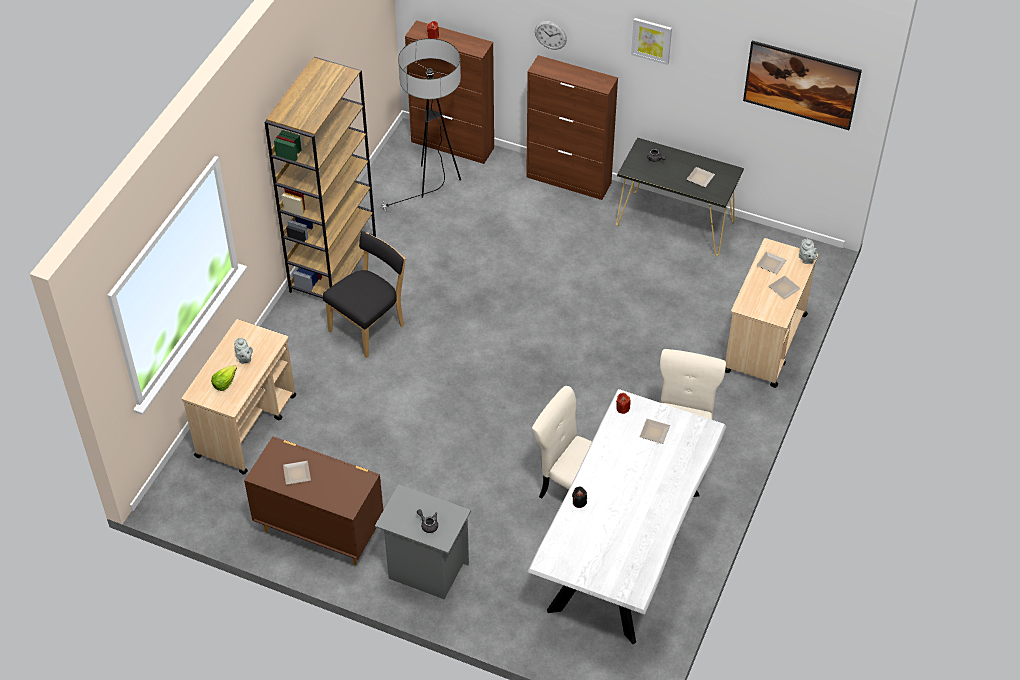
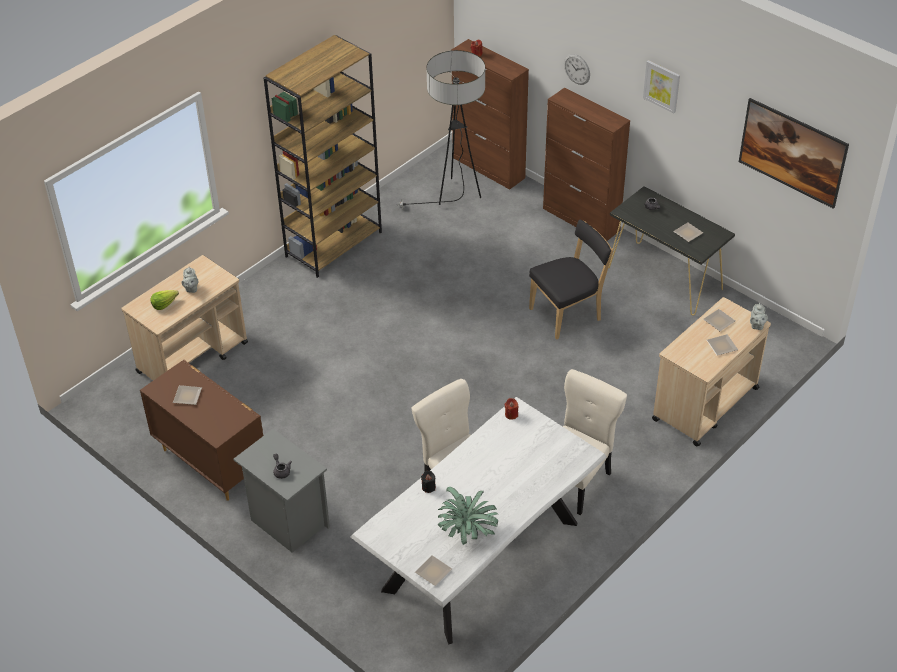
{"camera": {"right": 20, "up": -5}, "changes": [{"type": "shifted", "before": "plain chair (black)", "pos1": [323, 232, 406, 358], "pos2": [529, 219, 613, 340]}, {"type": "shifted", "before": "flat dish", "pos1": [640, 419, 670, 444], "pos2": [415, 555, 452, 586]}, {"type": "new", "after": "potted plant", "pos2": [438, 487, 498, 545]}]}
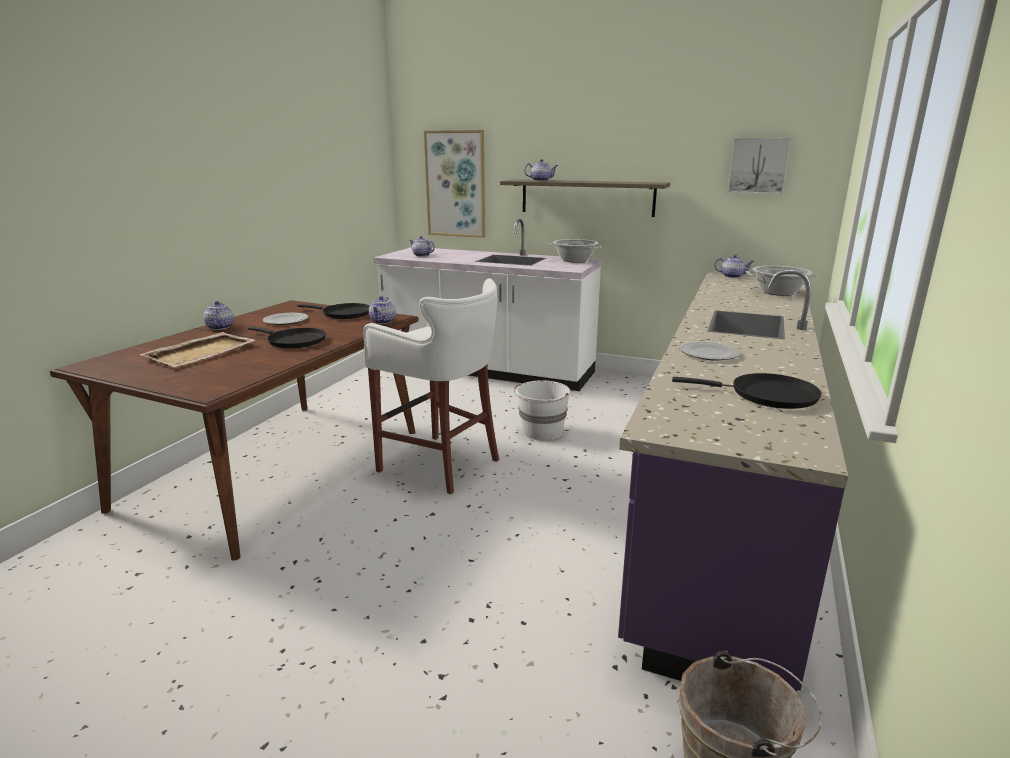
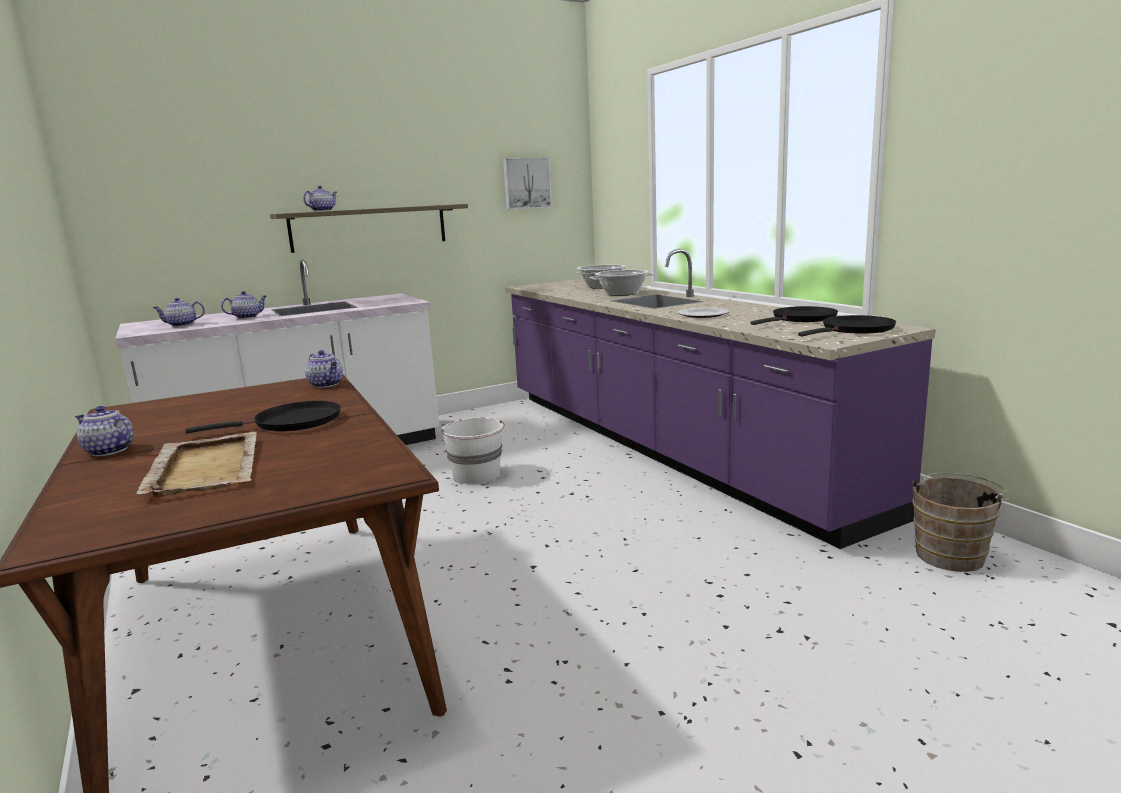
{"camera": {"right": -50, "up": -5}, "changes": [{"type": "gone", "before": "flat dish", "pos1": [263, 313, 308, 325]}, {"type": "shifted", "before": "skillet (black)", "pos1": [297, 303, 370, 319], "pos2": [798, 315, 896, 337]}, {"type": "gone", "before": "stool (white-coloured)", "pos1": [363, 278, 499, 495]}, {"type": "gone", "before": "wall art", "pos1": [424, 130, 485, 238]}, {"type": "shifted", "before": "stockpot", "pos1": [549, 239, 602, 263], "pos2": [590, 270, 654, 296]}, {"type": "shifted", "before": "tea pot", "pos1": [714, 255, 754, 278], "pos2": [221, 291, 267, 319]}]}
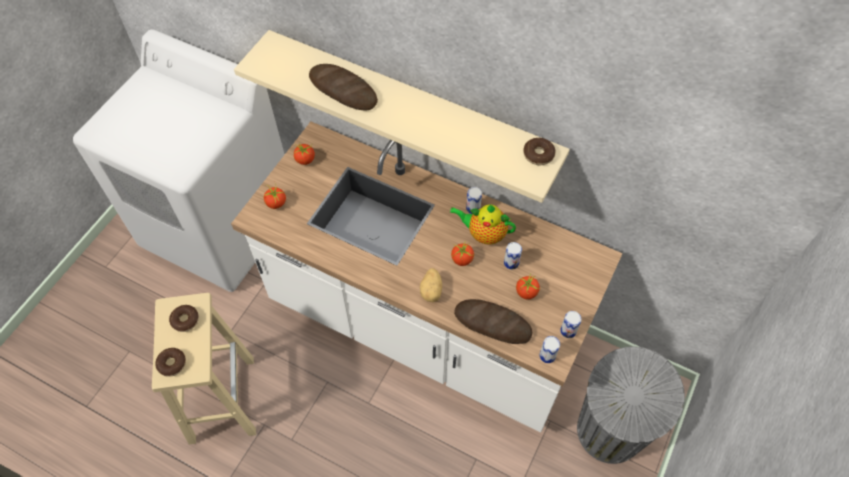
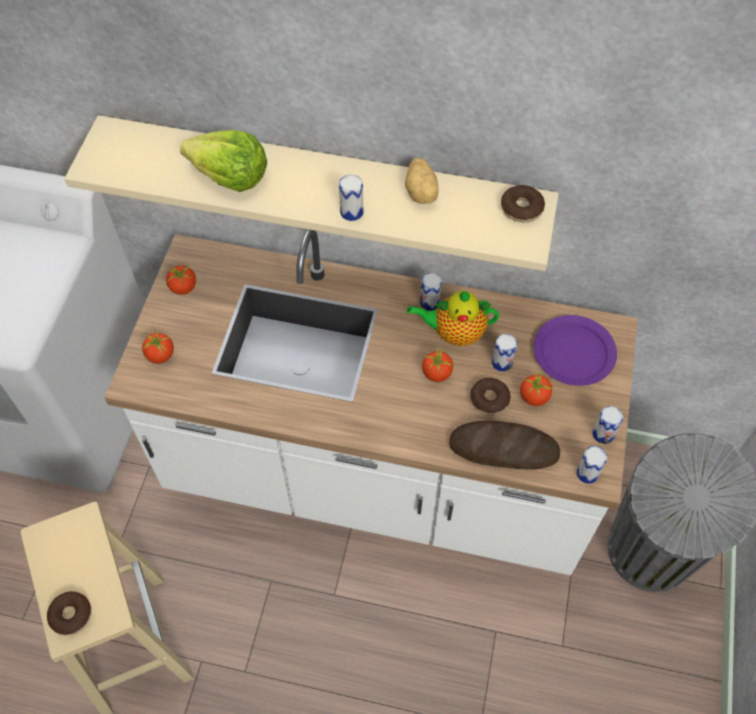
{"camera": {"right": -15, "up": 0}, "changes": [{"type": "shifted", "before": "doughnut", "pos1": [169, 305, 199, 332], "pos2": [470, 378, 511, 415]}, {"type": "swapped", "before": "bakery bread", "after": "head of lettuce", "pos1": [309, 64, 378, 110], "pos2": [180, 130, 267, 192]}, {"type": "shifted", "before": "whole potato", "pos1": [420, 268, 442, 302], "pos2": [405, 158, 439, 204]}, {"type": "new", "after": "metal can", "pos2": [339, 174, 363, 221]}, {"type": "new", "after": "flat dish (purple)", "pos2": [533, 315, 617, 386]}]}
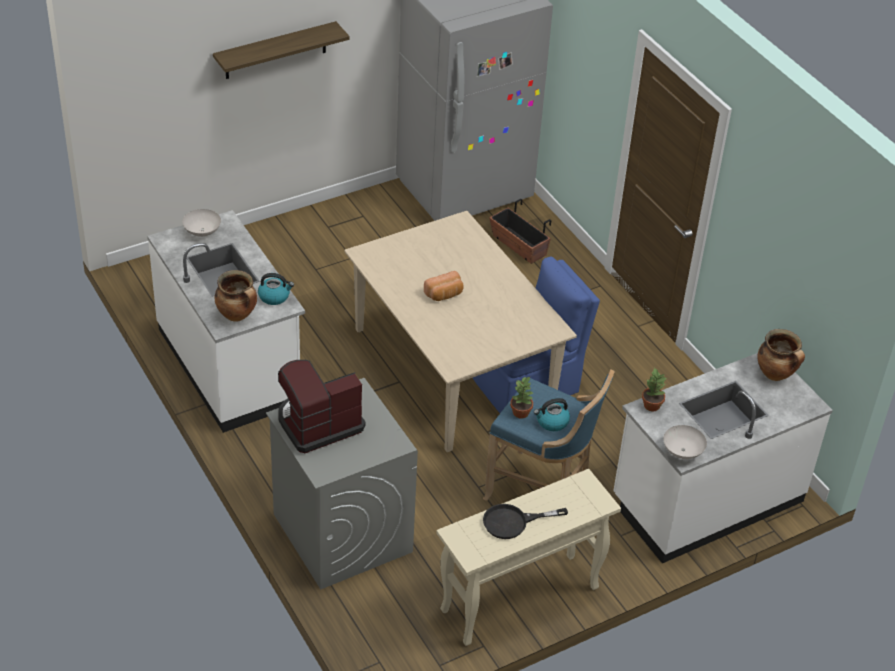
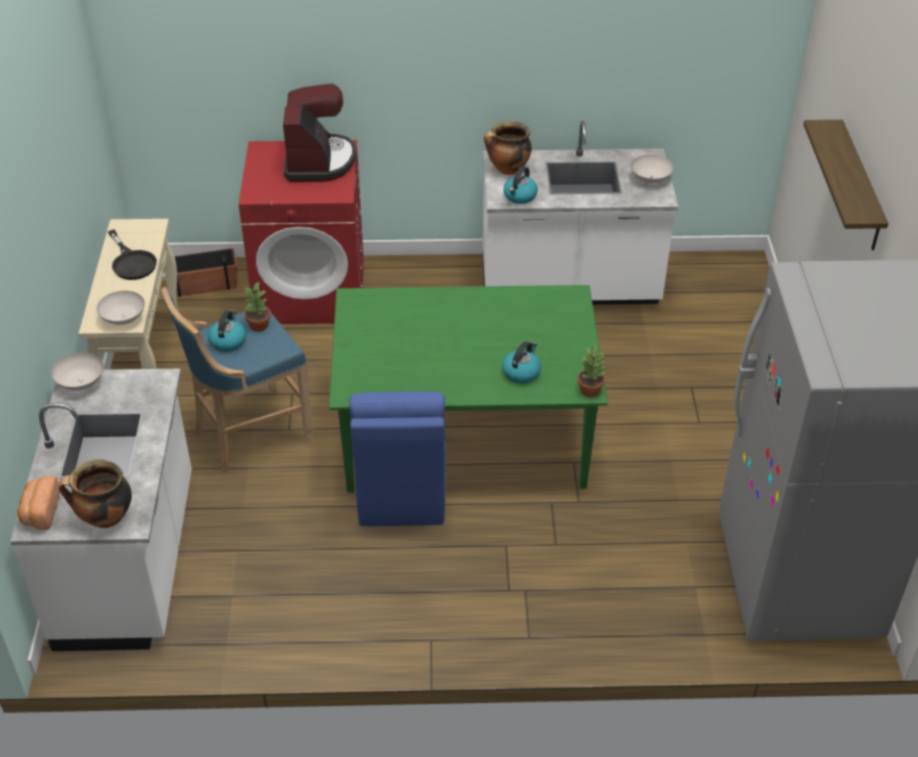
{"camera": {"right": 120, "up": 0}, "changes": [{"type": "repainted", "before": "laundry appliance (gray)", "after": "laundry appliance (reddish)", "pos1": [266, 378, 418, 590], "pos2": [239, 140, 364, 324]}, {"type": "repainted", "before": "dining table (sand-coloured)", "after": "dining table (greenish)", "pos1": [344, 211, 577, 452], "pos2": [329, 285, 608, 493]}, {"type": "shifted", "before": "bakery bread", "pos1": [424, 271, 464, 301], "pos2": [17, 476, 60, 530]}, {"type": "rotated", "before": "skillet (black)", "pos1": [483, 504, 568, 539], "pos2": [108, 229, 157, 280], "turn": 135}, {"type": "shifted", "before": "flower pot", "pos1": [489, 199, 551, 264], "pos2": [174, 248, 237, 297]}, {"type": "shifted", "before": "potted plant", "pos1": [642, 368, 667, 411], "pos2": [578, 344, 605, 397]}, {"type": "new", "after": "serving bowl (white-coloured)", "pos2": [97, 291, 145, 325]}, {"type": "new", "after": "kettle", "pos2": [502, 342, 541, 384]}]}
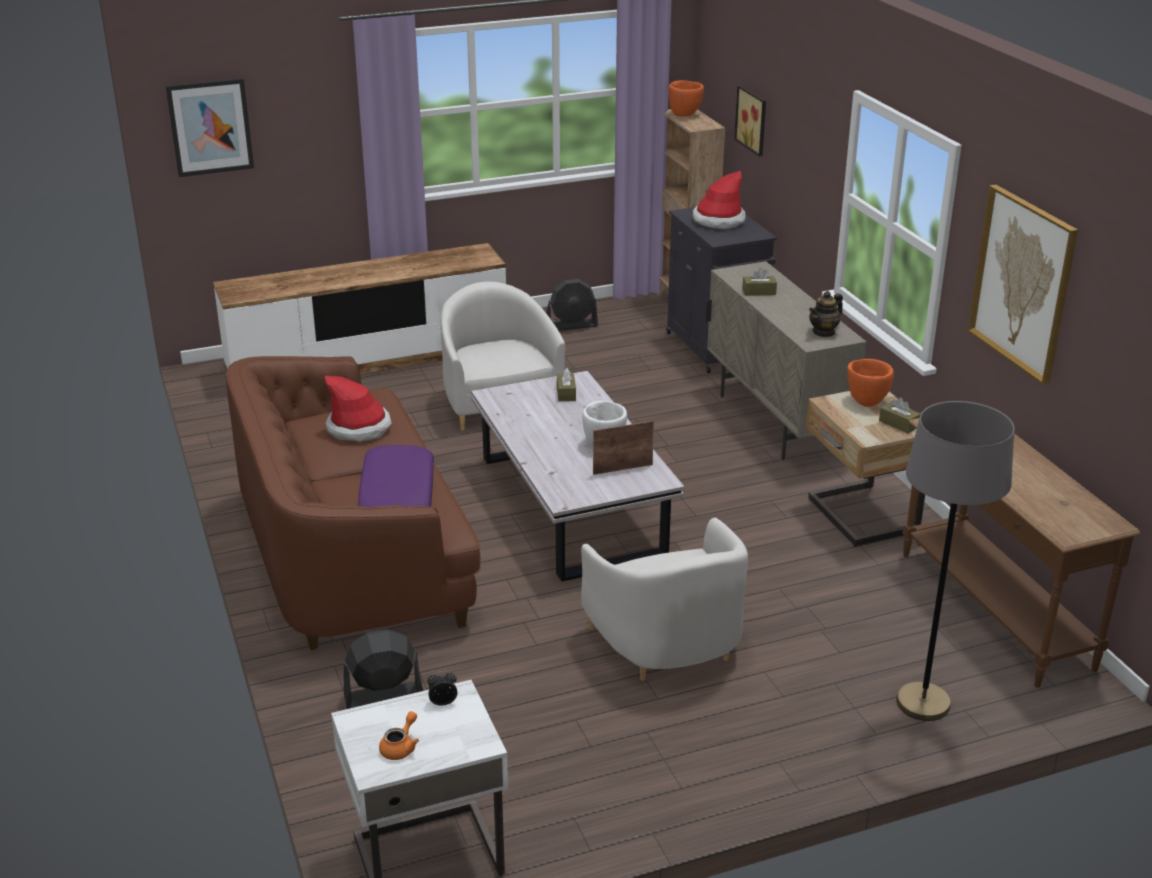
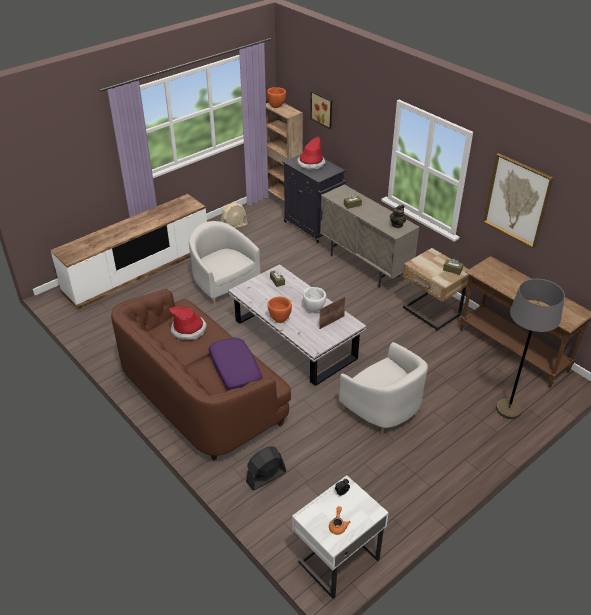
{"camera": {"right": -20, "up": 10}, "changes": [{"type": "gone", "before": "wall art", "pos1": [165, 78, 254, 177]}, {"type": "repainted", "before": "fan (black)", "after": "fan (sand-coloured)", "pos1": [546, 279, 598, 331], "pos2": [221, 203, 248, 229]}, {"type": "shifted", "before": "serving bowl (orange)", "pos1": [847, 359, 894, 407], "pos2": [267, 297, 292, 323]}]}
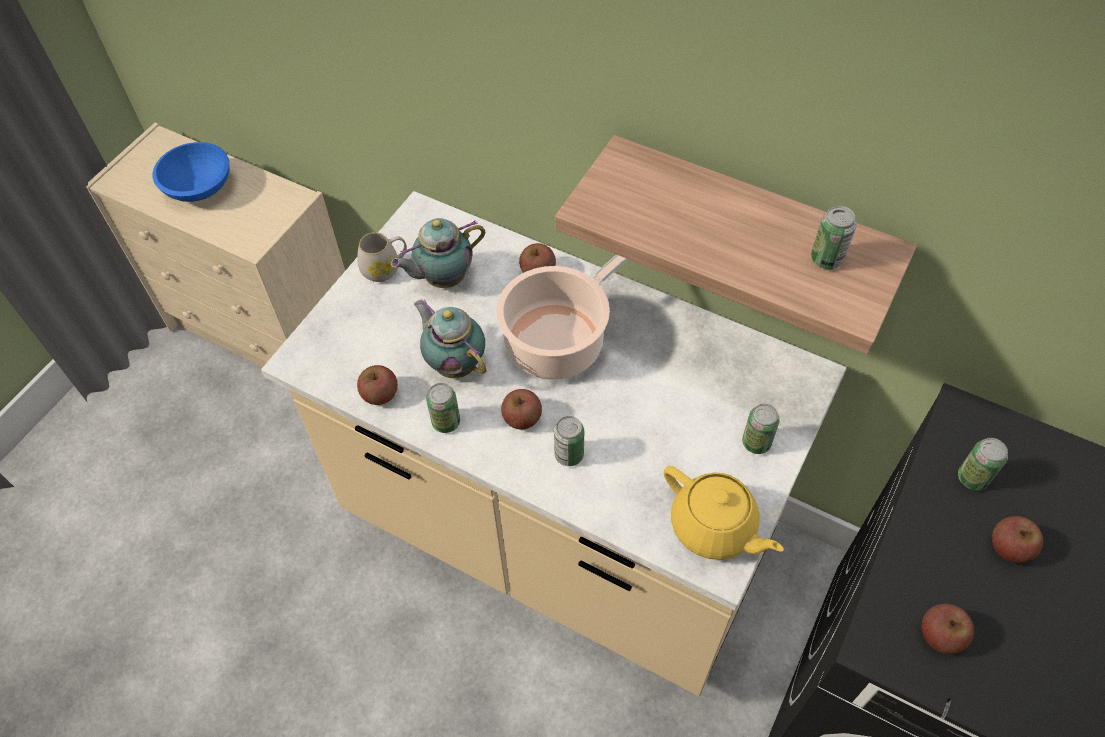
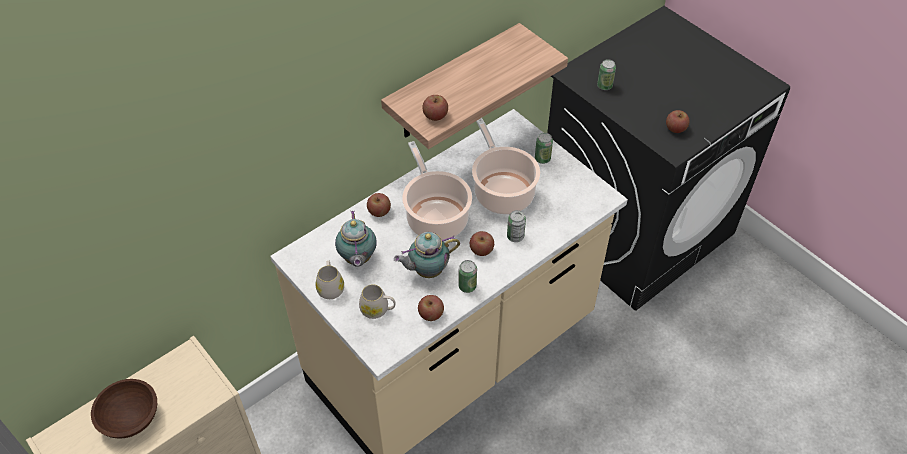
{"camera": {"right": -70, "up": -5}, "changes": [{"type": "repainted", "before": "serving bowl (blue-coloured)", "after": "serving bowl (brownish)", "pos1": [153, 142, 230, 202], "pos2": [91, 379, 157, 439]}, {"type": "gone", "before": "tea pot (yellow-coloured)", "pos1": [664, 466, 784, 560]}, {"type": "gone", "before": "metal can", "pos1": [811, 206, 857, 269]}, {"type": "shifted", "before": "apple", "pos1": [992, 516, 1043, 563], "pos2": [422, 95, 448, 121]}, {"type": "new", "after": "coffee mug (white-coloured)", "pos2": [359, 284, 396, 319]}, {"type": "new", "after": "stockpot", "pos2": [472, 118, 540, 214]}]}
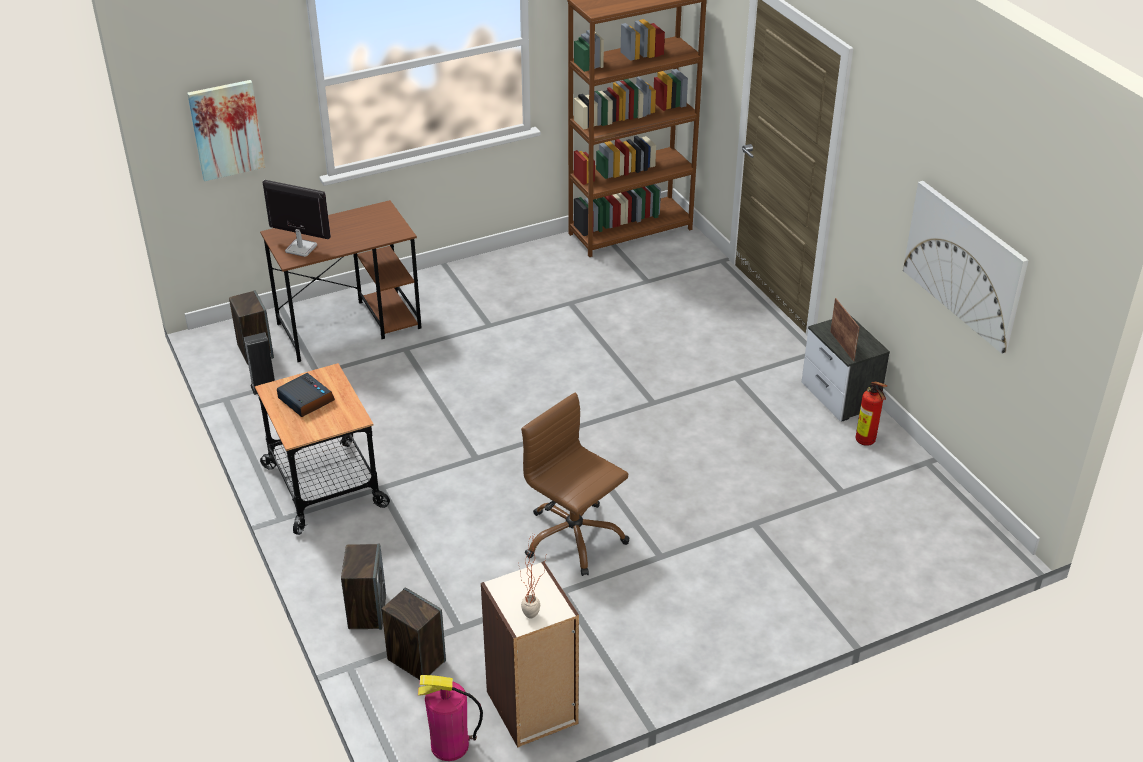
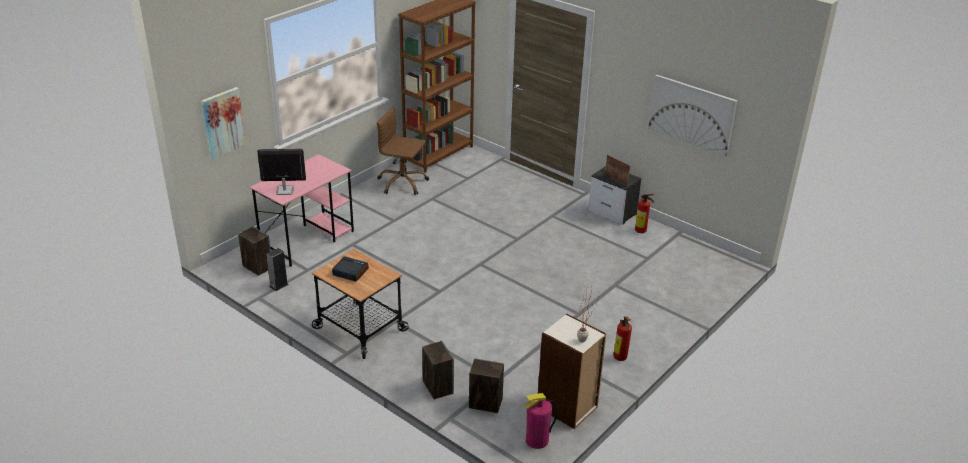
{"camera": {"right": -25, "up": -5}, "changes": [{"type": "repainted", "before": "desk (brownish)", "after": "desk (pink)", "pos1": [260, 200, 422, 362], "pos2": [250, 154, 354, 267]}, {"type": "shifted", "before": "office chair (brownish)", "pos1": [521, 393, 629, 576], "pos2": [377, 107, 429, 195]}, {"type": "new", "after": "fire-fighting cylinder", "pos2": [613, 317, 633, 361]}]}
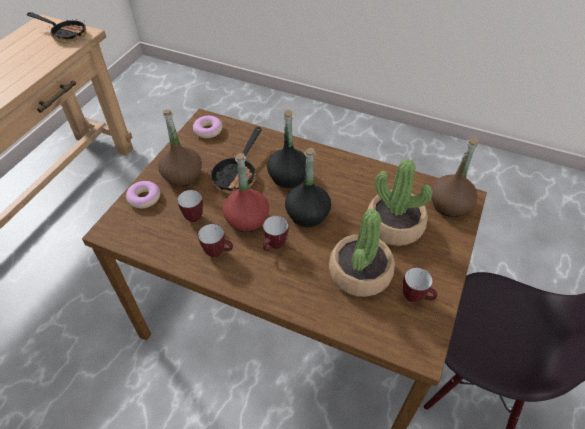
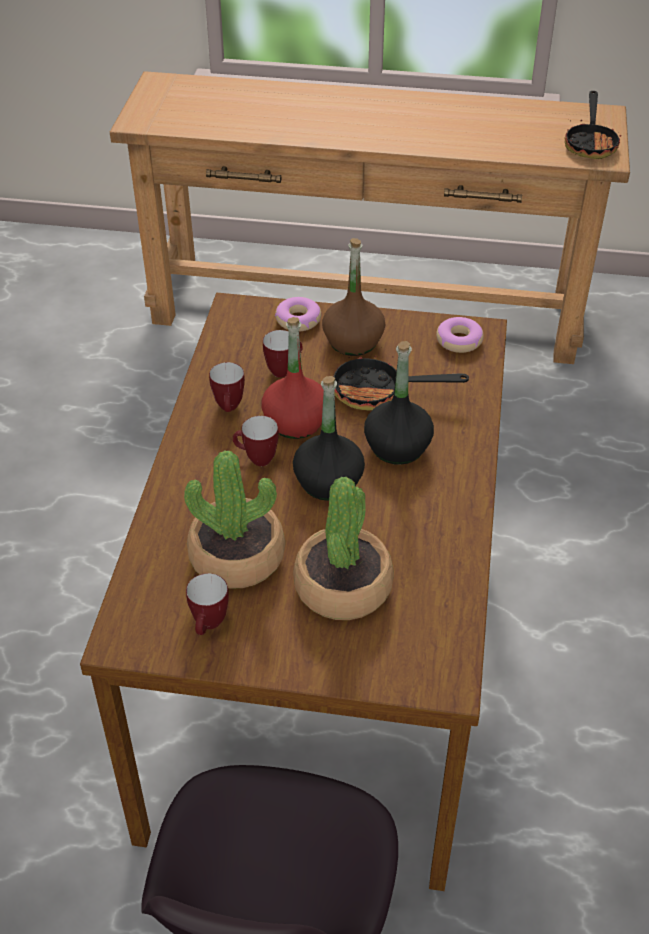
{"camera": {"right": 75, "up": -5}, "changes": [{"type": "gone", "before": "drink bottle (brownish)", "pos1": [432, 138, 478, 217]}]}
